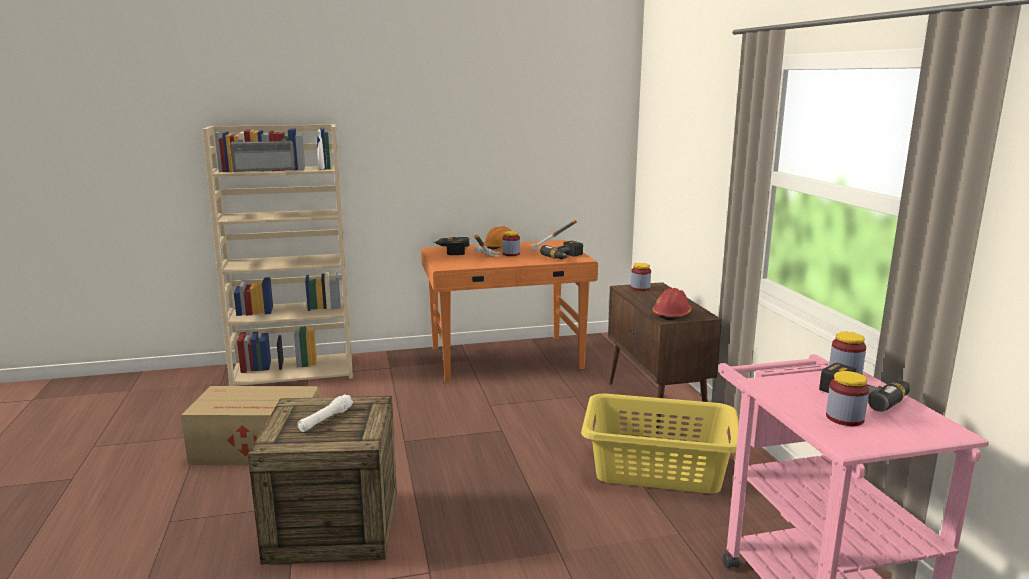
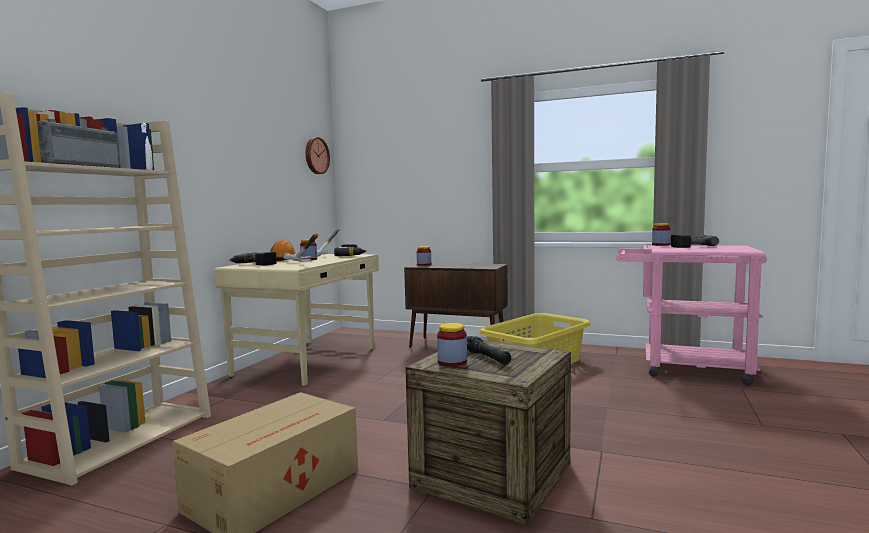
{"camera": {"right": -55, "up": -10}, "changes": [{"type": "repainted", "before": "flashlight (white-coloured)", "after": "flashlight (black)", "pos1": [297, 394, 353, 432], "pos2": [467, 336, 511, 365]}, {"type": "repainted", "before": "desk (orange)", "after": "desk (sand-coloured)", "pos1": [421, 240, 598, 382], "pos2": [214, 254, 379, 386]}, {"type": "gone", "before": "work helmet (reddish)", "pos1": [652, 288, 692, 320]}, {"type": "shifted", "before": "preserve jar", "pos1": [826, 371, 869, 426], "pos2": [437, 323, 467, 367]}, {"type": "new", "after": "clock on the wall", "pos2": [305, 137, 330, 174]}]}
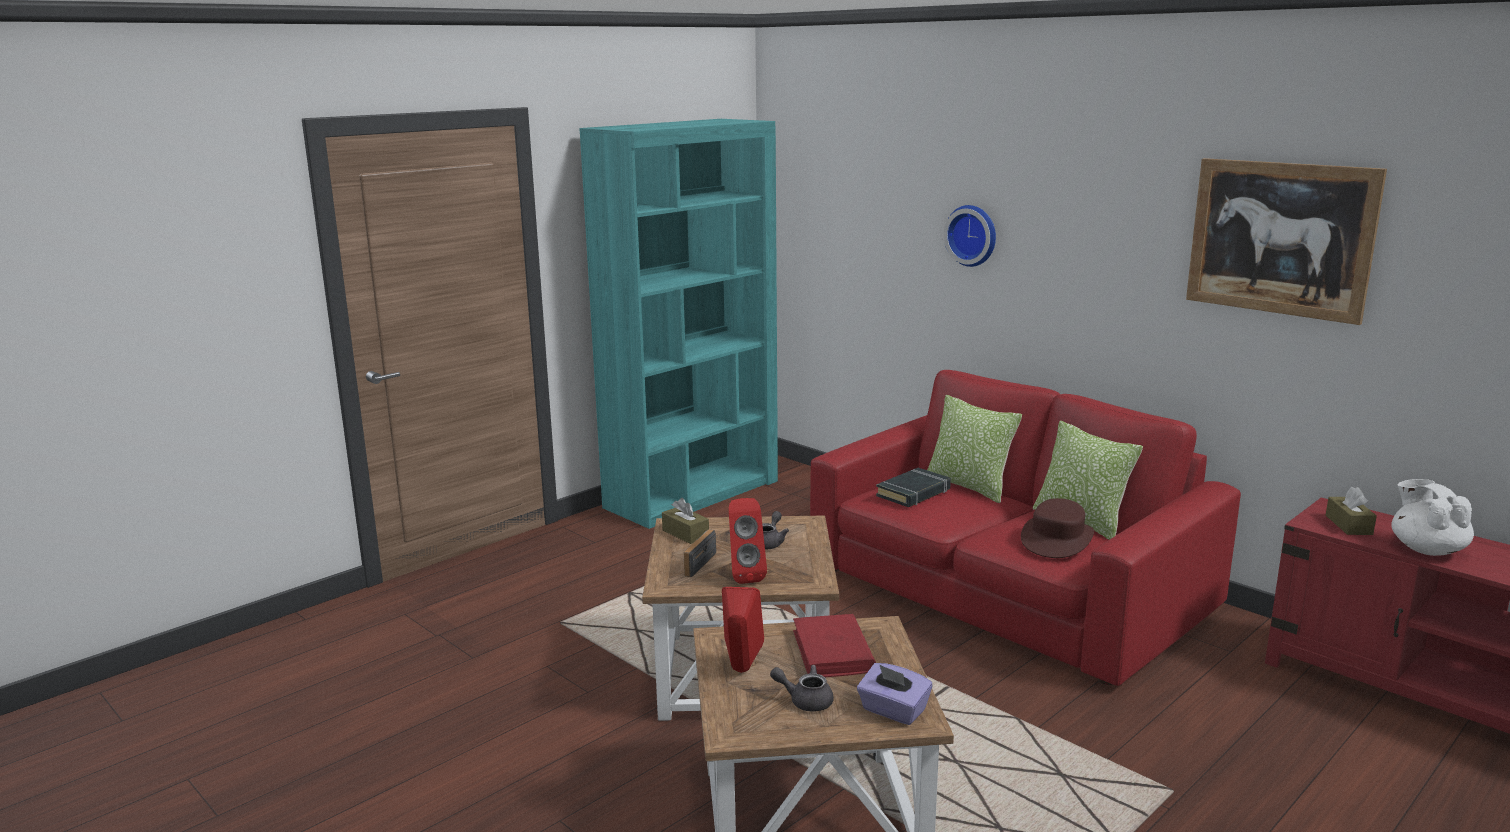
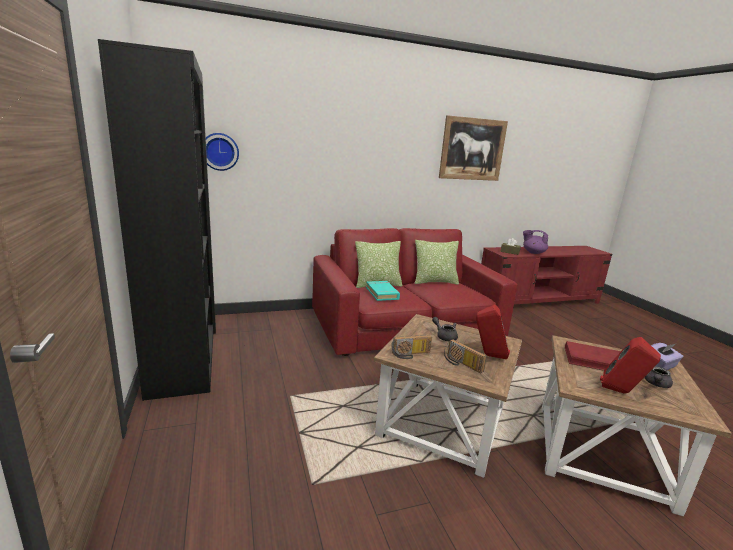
{"camera": {"right": -65, "up": 0}, "changes": [{"type": "repainted", "before": "bookshelf (turquoise)", "after": "bookshelf (black)", "pos1": [579, 119, 778, 529], "pos2": [98, 39, 216, 401]}, {"type": "swapped", "before": "tissue box (brownish)", "after": "radio receiver", "pos1": [662, 498, 709, 544], "pos2": [391, 335, 432, 359]}, {"type": "repainted", "before": "volume (black)", "after": "volume (turquoise)", "pos1": [876, 468, 951, 507], "pos2": [366, 281, 400, 301]}, {"type": "shifted", "before": "clock on the wall", "pos1": [944, 205, 996, 267], "pos2": [206, 133, 239, 171]}, {"type": "gone", "before": "wearable hat (brownish)", "pos1": [1021, 498, 1094, 558]}, {"type": "repainted", "before": "tea pot (white-coloured)", "after": "tea pot (purple)", "pos1": [1391, 479, 1474, 556], "pos2": [523, 230, 548, 254]}]}
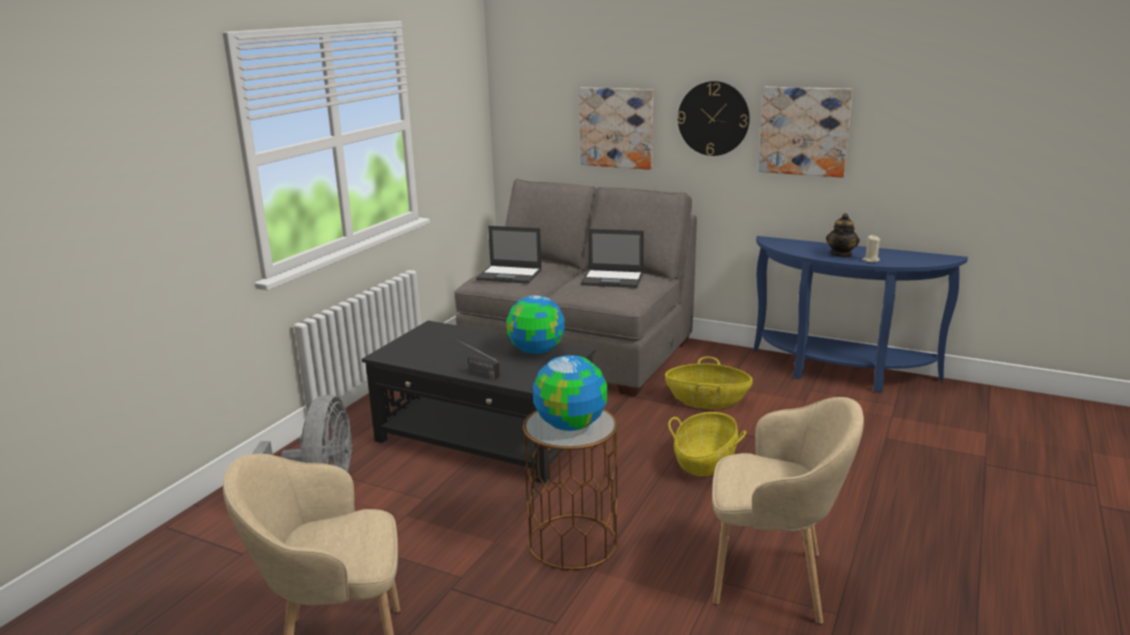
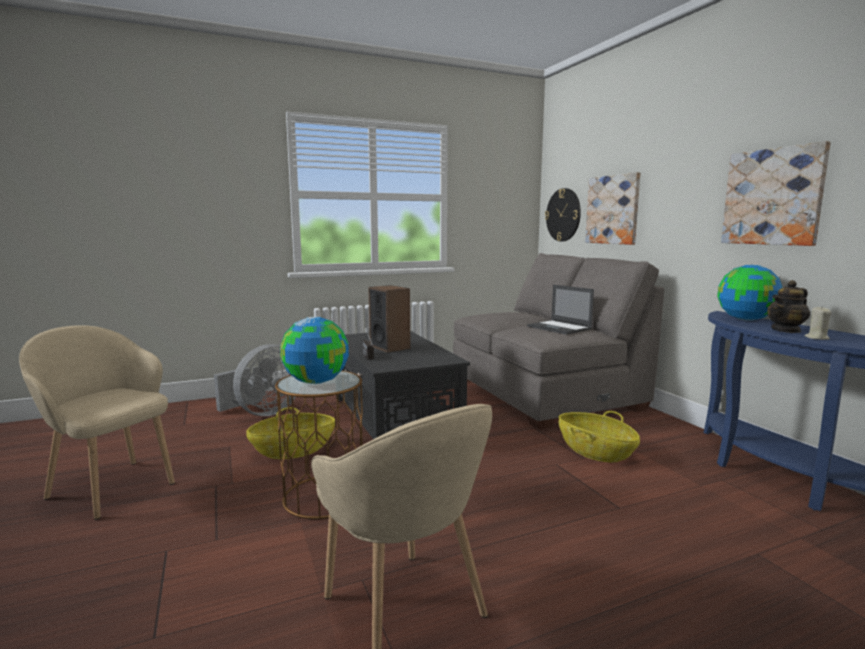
{"camera": {"right": 40, "up": -10}, "changes": [{"type": "gone", "before": "laptop", "pos1": [476, 226, 542, 284]}, {"type": "shifted", "before": "desk globe", "pos1": [506, 295, 565, 354], "pos2": [717, 265, 783, 321]}, {"type": "shifted", "before": "household basket", "pos1": [668, 412, 746, 476], "pos2": [246, 407, 335, 459]}, {"type": "shifted", "before": "clock on the wall", "pos1": [678, 81, 750, 156], "pos2": [545, 188, 581, 242]}, {"type": "new", "after": "loudspeaker", "pos2": [368, 285, 410, 353]}]}
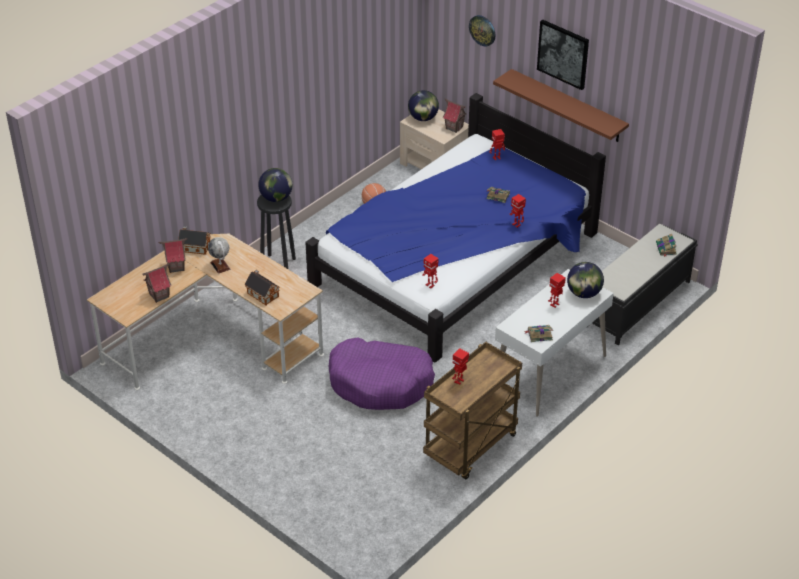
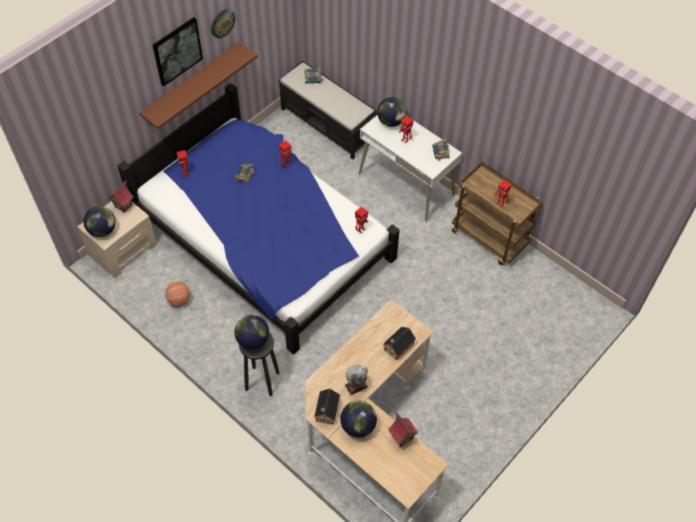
{"camera": {"right": -90, "up": 15}, "changes": [{"type": "swapped", "before": "model house", "after": "desk globe", "pos1": [159, 238, 187, 273], "pos2": [340, 400, 377, 438]}, {"type": "gone", "before": "dog bed (purple)", "pos1": [329, 338, 435, 410]}, {"type": "shifted", "before": "clock on the wall", "pos1": [469, 15, 495, 47], "pos2": [211, 9, 235, 39]}]}
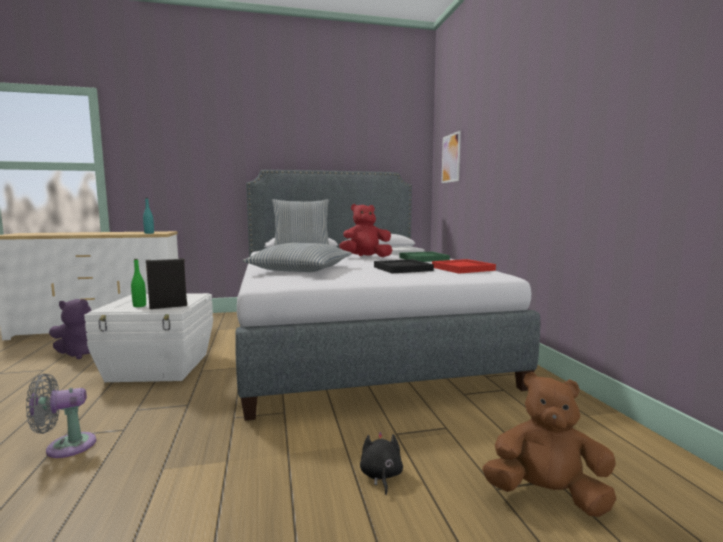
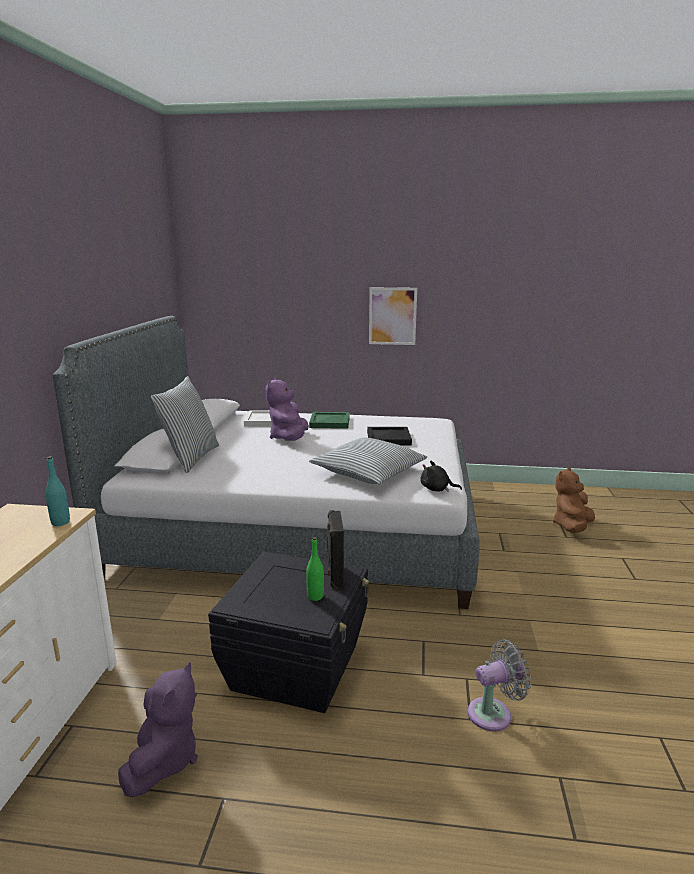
{"camera": {"right": -70, "up": 10}, "changes": [{"type": "rotated", "before": "fan (gray)", "pos1": [26, 374, 96, 458], "pos2": [468, 639, 531, 731], "turn": -105}, {"type": "repainted", "before": "storage box (white-coloured)", "after": "storage box (black)", "pos1": [84, 293, 213, 382], "pos2": [208, 552, 369, 713]}, {"type": "repainted", "before": "cuddly toy (reddish)", "after": "cuddly toy (purple)", "pos1": [339, 204, 392, 257], "pos2": [265, 377, 309, 441]}, {"type": "shifted", "before": "cuddly toy (black)", "pos1": [360, 432, 403, 495], "pos2": [420, 461, 462, 492]}, {"type": "gone", "before": "tray (reddish)", "pos1": [432, 259, 496, 274]}, {"type": "shifted", "before": "wall art", "pos1": [441, 131, 461, 183], "pos2": [369, 287, 417, 345]}]}
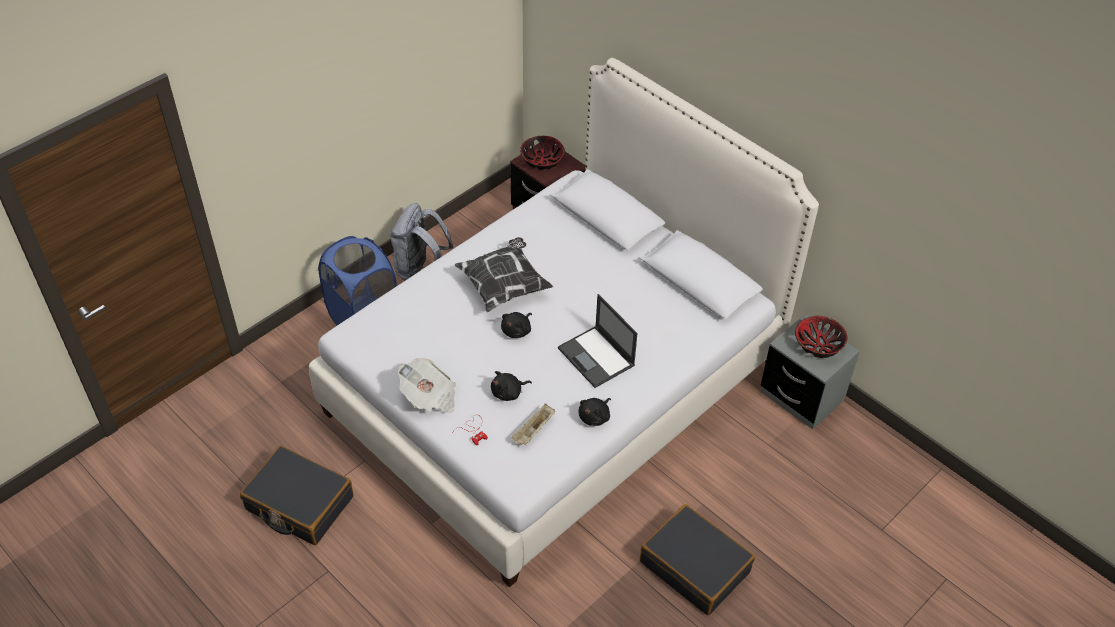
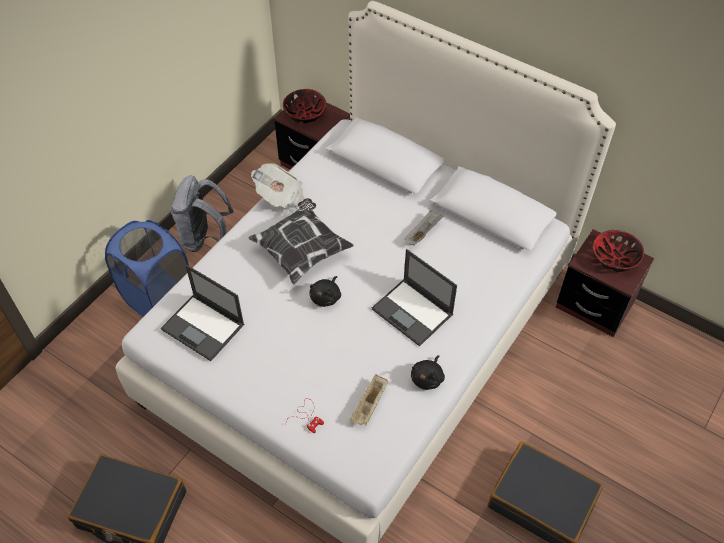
{"camera": {"right": -10, "up": 5}, "changes": [{"type": "shifted", "before": "newspaper", "pos1": [398, 358, 456, 413], "pos2": [251, 163, 305, 208]}, {"type": "gone", "before": "cuddly toy (black)", "pos1": [491, 371, 532, 401]}, {"type": "repainted", "before": "night table (gray)", "after": "night table (brownish)", "pos1": [760, 314, 860, 430], "pos2": [556, 229, 654, 337]}, {"type": "new", "after": "laptop", "pos2": [161, 264, 244, 361]}, {"type": "new", "after": "tray (gray)", "pos2": [404, 210, 444, 246]}]}
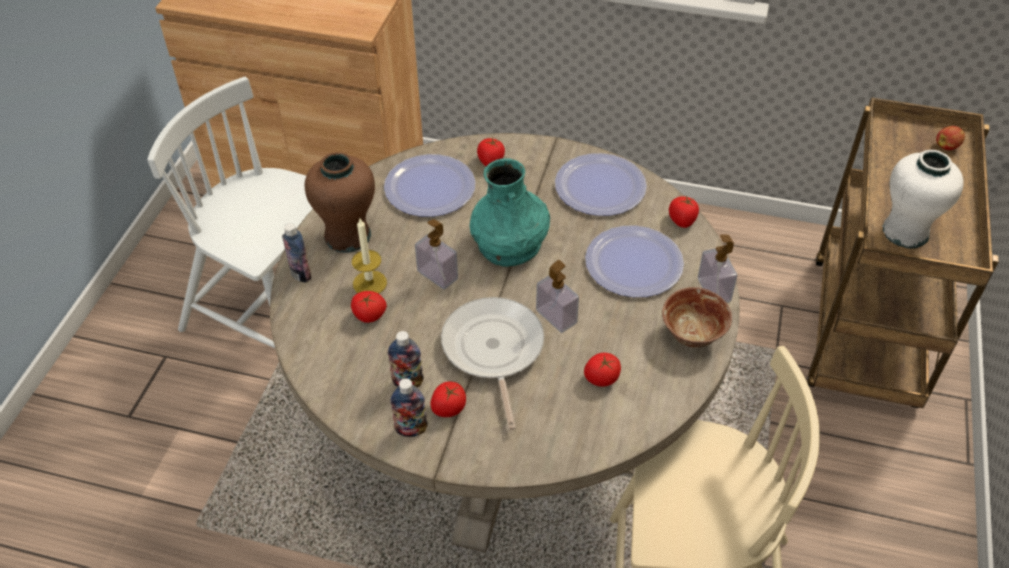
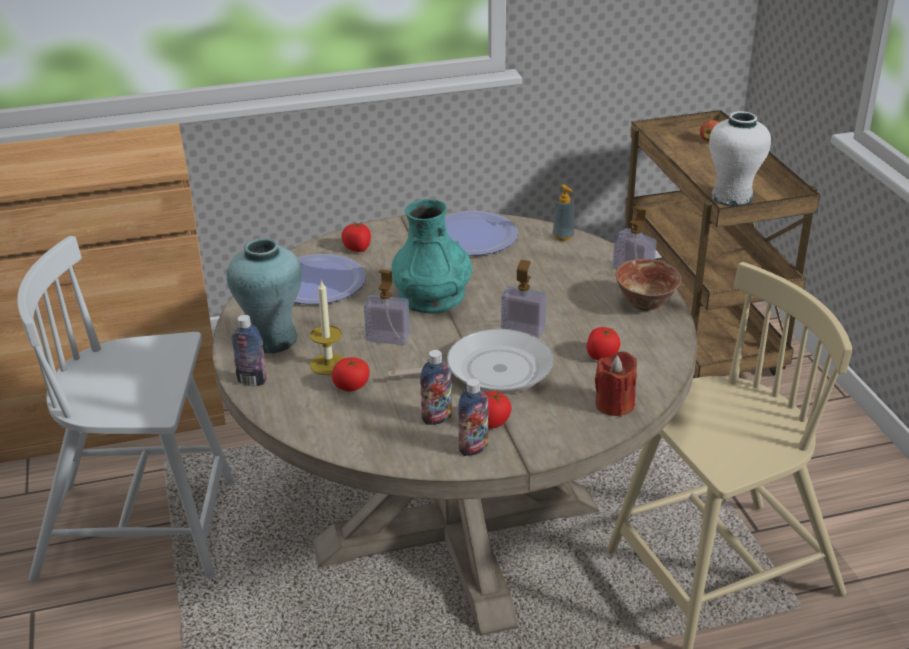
{"camera": {"right": -30, "up": -15}, "changes": [{"type": "repainted", "before": "flower vase (brownish)", "after": "flower vase (turquoise)", "pos1": [305, 152, 375, 253], "pos2": [227, 238, 302, 353]}, {"type": "rotated", "before": "skillet", "pos1": [441, 297, 544, 430], "pos2": [388, 329, 554, 394], "turn": 120}, {"type": "gone", "before": "flat dish", "pos1": [585, 225, 684, 297]}, {"type": "swapped", "before": "tomato", "after": "soap bottle", "pos1": [669, 196, 699, 228], "pos2": [553, 184, 574, 241]}, {"type": "new", "after": "candle (reddish)", "pos2": [595, 351, 637, 417]}]}
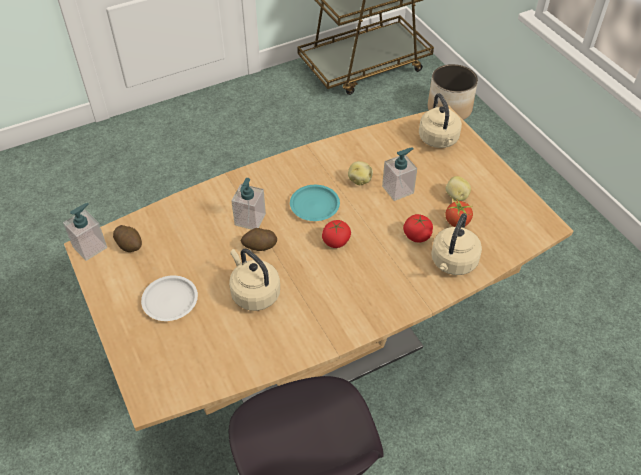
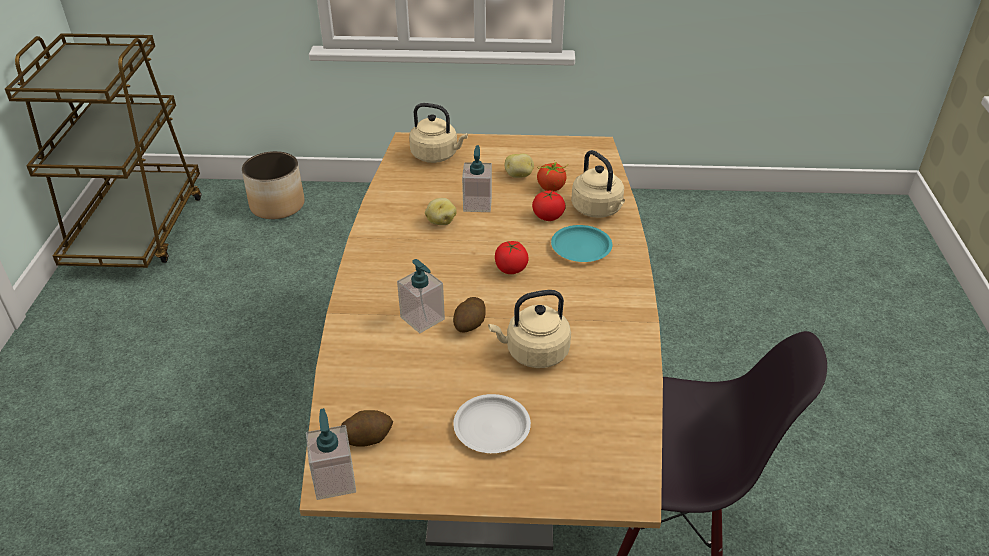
{"camera": {"right": -60, "up": -10}, "changes": [{"type": "shifted", "before": "flat dish (turquoise)", "pos1": [290, 185, 340, 221], "pos2": [551, 225, 612, 262]}]}
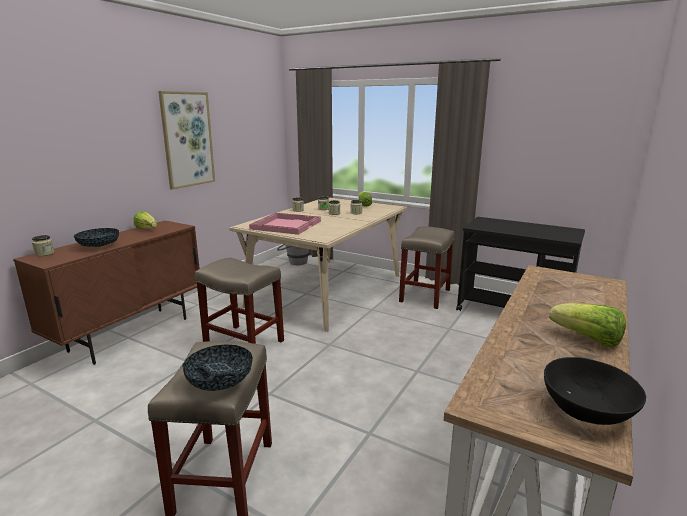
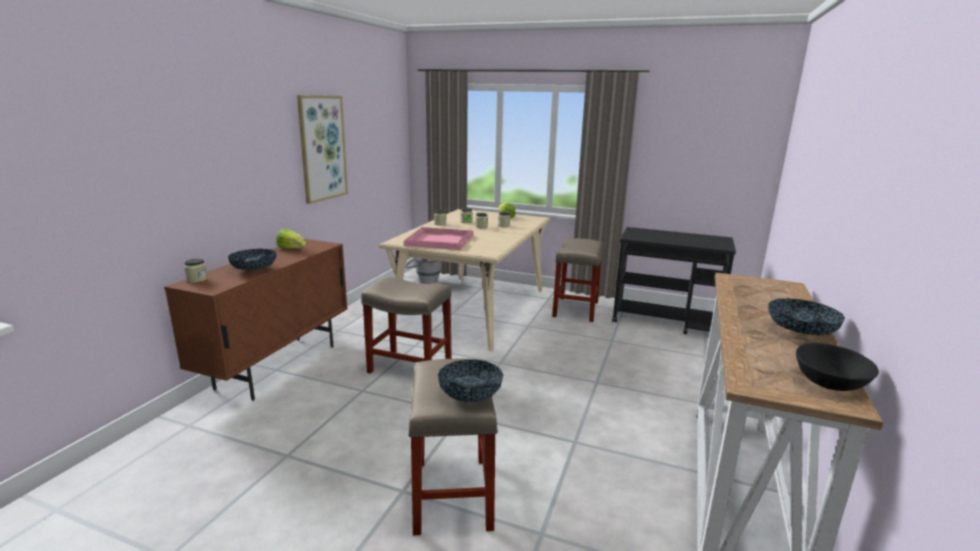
{"camera": {"right": -10, "up": 0}, "changes": [{"type": "swapped", "before": "head of lettuce", "after": "serving bowl", "pos1": [549, 303, 626, 347], "pos2": [768, 299, 845, 335]}]}
